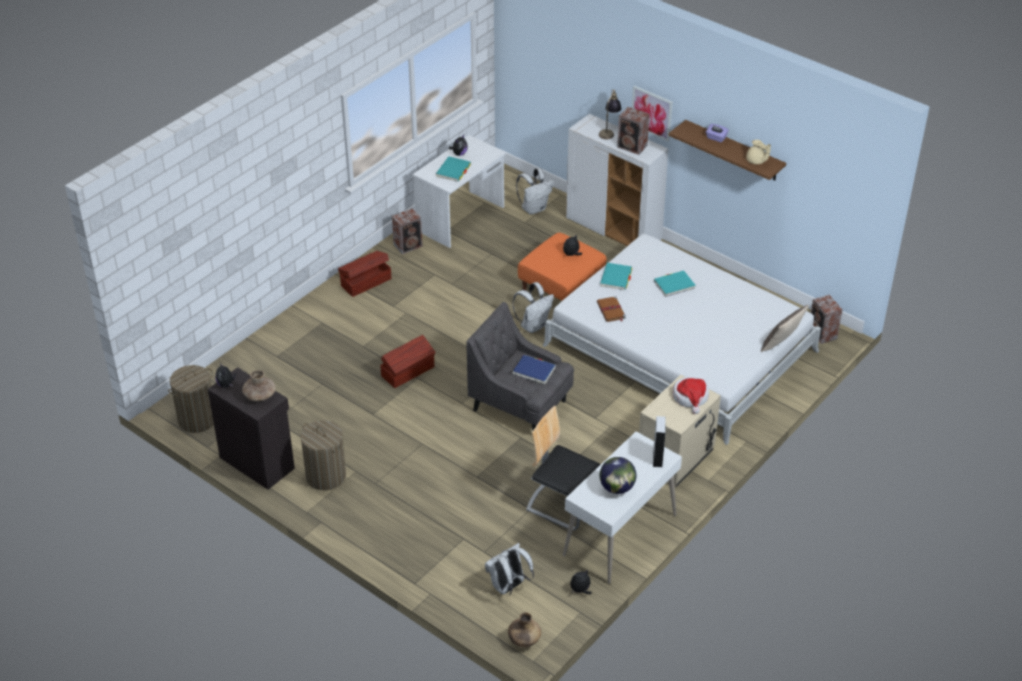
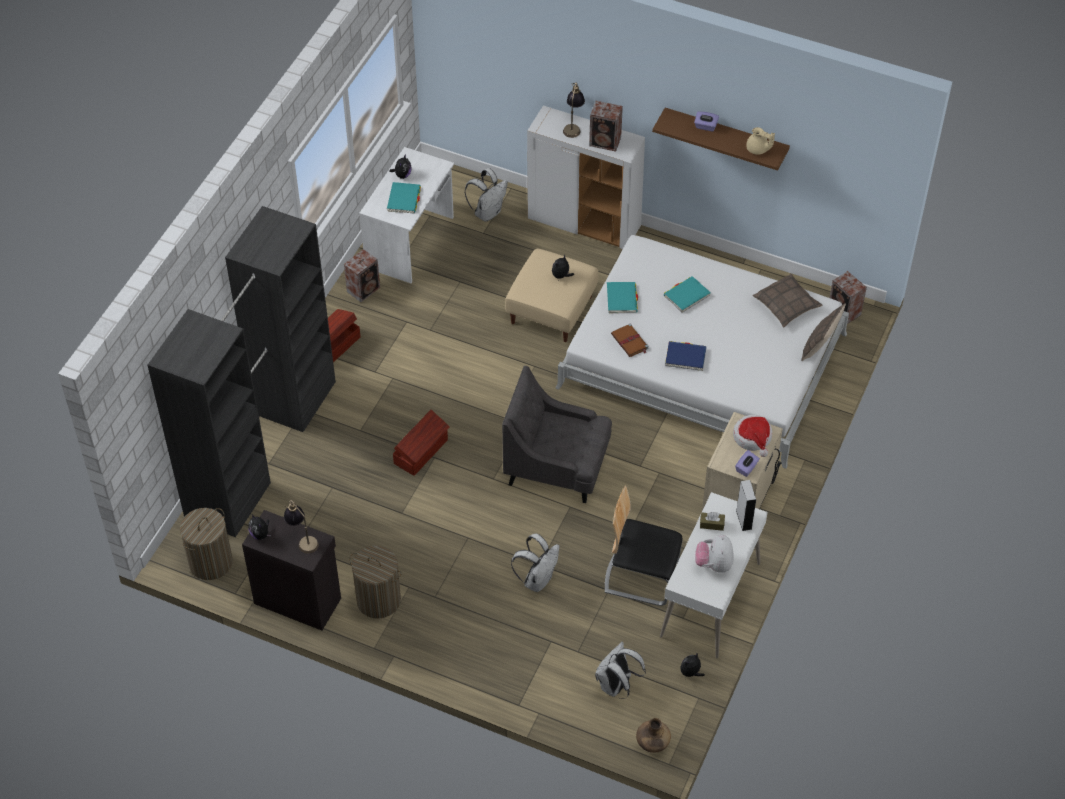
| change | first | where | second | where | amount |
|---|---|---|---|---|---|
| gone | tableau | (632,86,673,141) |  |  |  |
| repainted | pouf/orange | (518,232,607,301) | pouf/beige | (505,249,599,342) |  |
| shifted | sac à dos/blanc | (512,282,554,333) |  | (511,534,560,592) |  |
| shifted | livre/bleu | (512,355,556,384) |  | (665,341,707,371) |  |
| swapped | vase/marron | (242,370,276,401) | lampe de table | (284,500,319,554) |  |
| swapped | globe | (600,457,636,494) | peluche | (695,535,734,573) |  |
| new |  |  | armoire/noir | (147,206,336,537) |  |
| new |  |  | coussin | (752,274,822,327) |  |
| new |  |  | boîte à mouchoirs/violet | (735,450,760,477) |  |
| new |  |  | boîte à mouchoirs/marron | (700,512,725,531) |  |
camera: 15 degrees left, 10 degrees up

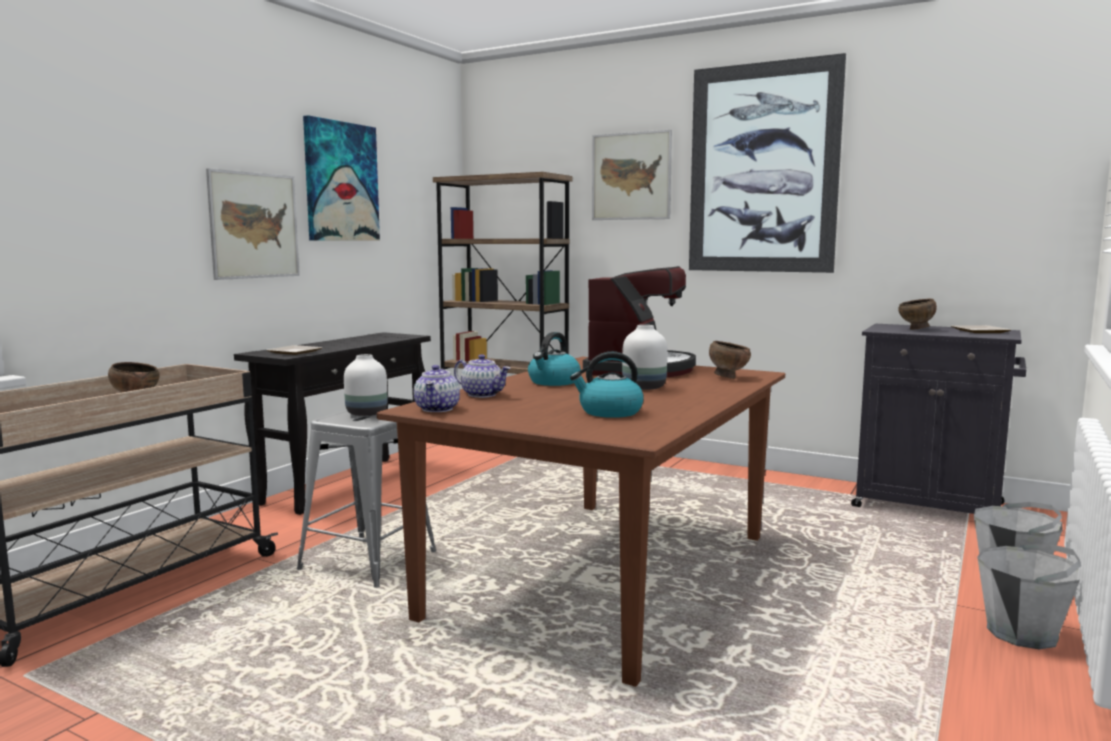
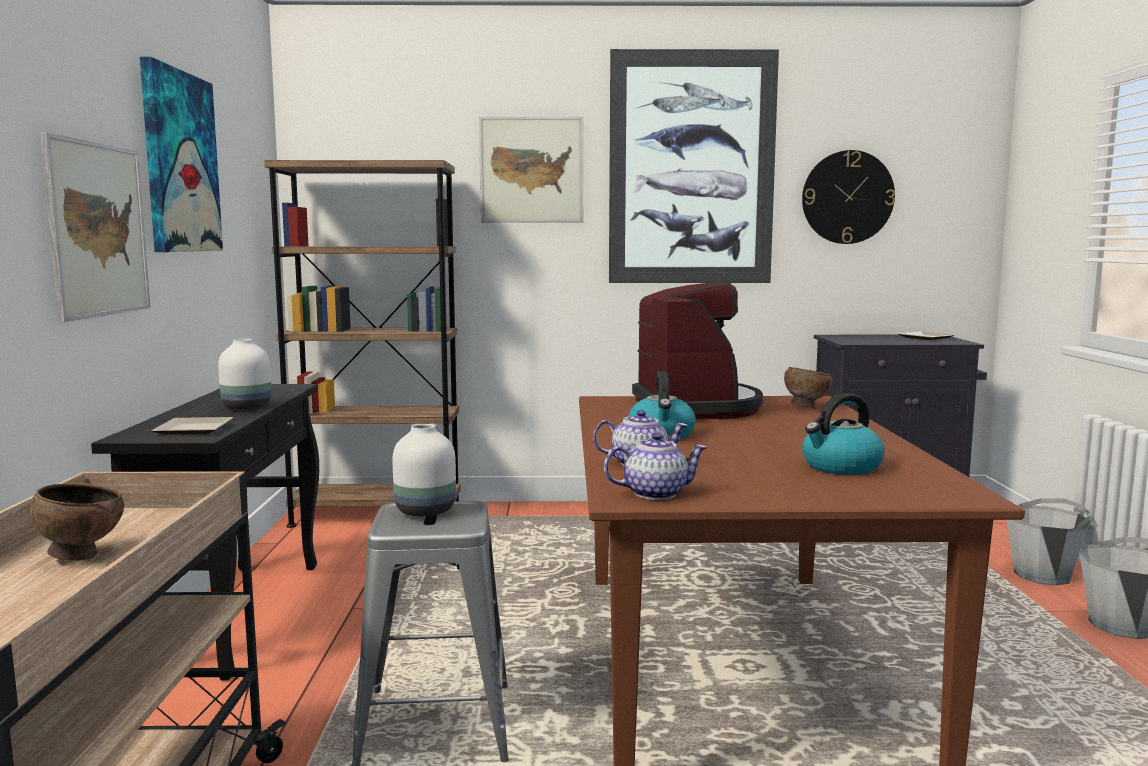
| change | first | where | second | where | amount |
|---|---|---|---|---|---|
| gone | bol/marron | (898,299,937,330) |  |  |  |
| shifted | vase/blanc | (622,325,667,390) |  | (218,339,272,410) |  |
| rotated | théière | (414,365,460,412) |  | (604,433,707,500) | 75 degrees counterclockwise |
| new |  |  | horloge murale | (802,150,895,244) |  |
camera: 30 degrees left, 0 degrees up

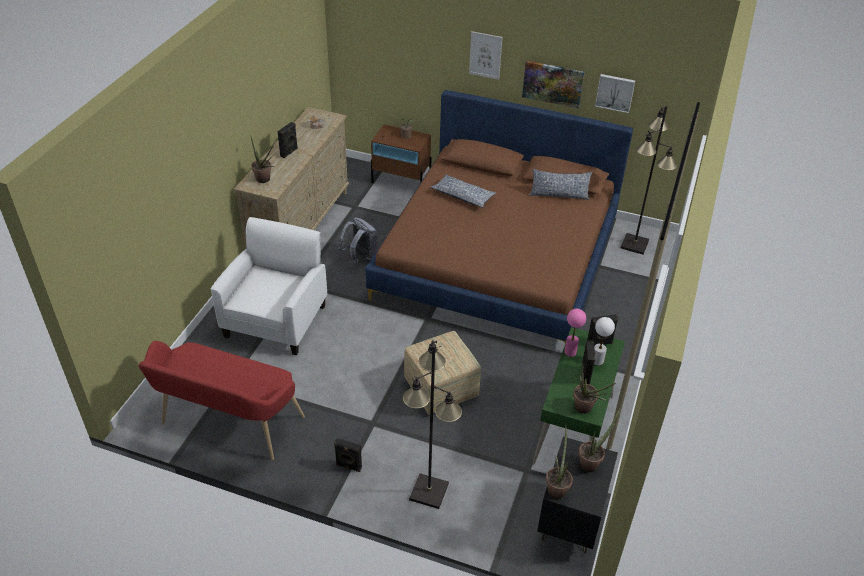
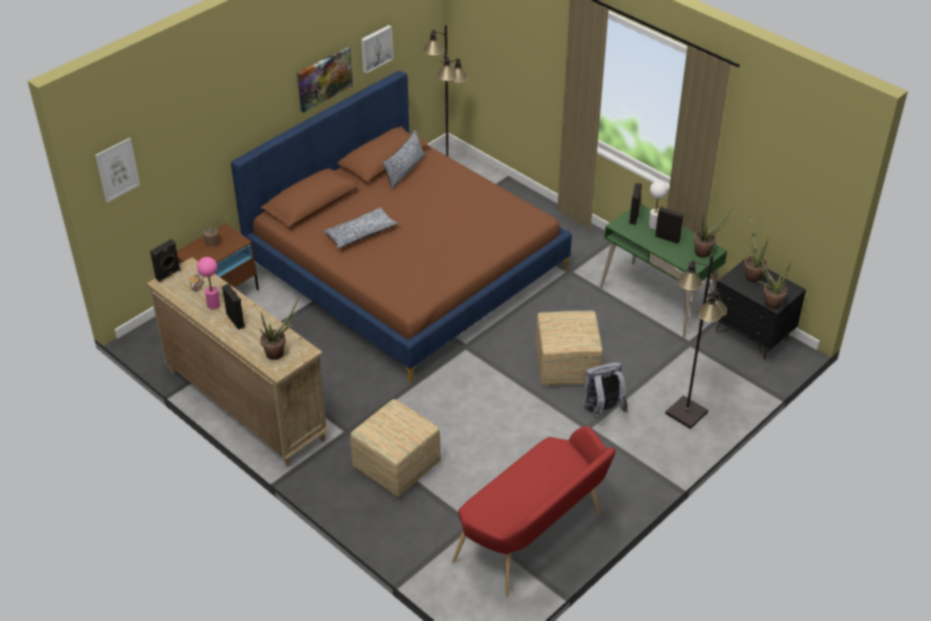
| change | first | where | second | where | amount |
|---|---|---|---|---|---|
| shifted | tableau | (469,31,503,80) |  | (95,138,140,203) |  |
| swapped | fauteuil/blanc | (211,217,327,355) | pouf | (350,399,441,497) |  |
| shifted | sac à dos/gris | (338,217,377,264) |  | (583,363,628,419) |  |
| shifted | lampe de table/rose | (564,309,586,357) |  | (197,257,220,309) |  |
| shifted | enceinte/noir | (334,438,362,472) |  | (150,239,181,282) |  |
camera: 65 degrees left, 0 degrees up

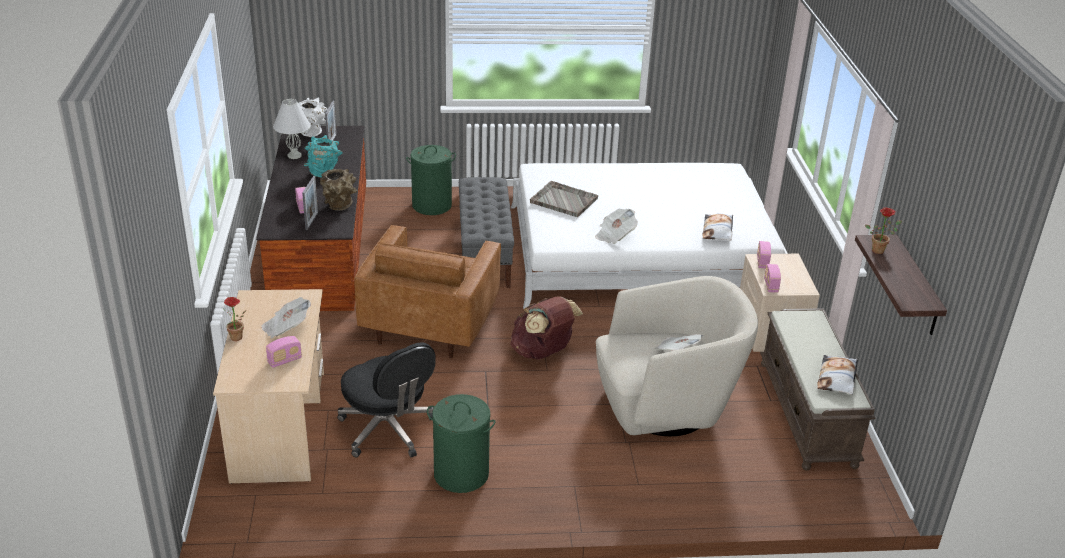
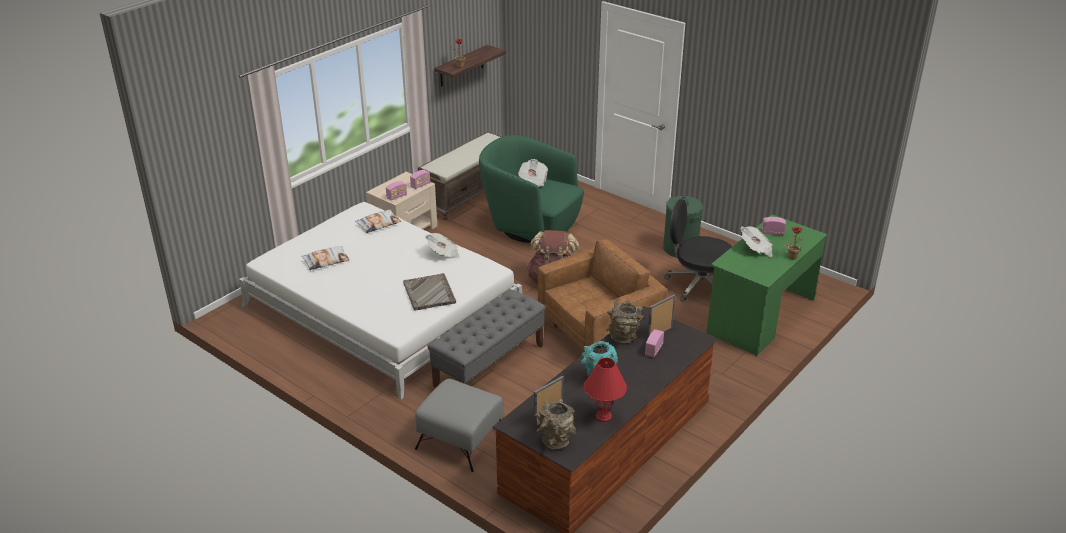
| change | first | where | second | where | amount |
|---|---|---|---|---|---|
| repainted | vase/blanc | (298,98,328,137) | vase/marron | (534,399,576,449) |  |
| repainted | lampe de table/blanc | (273,99,311,159) | lampe de table/rouge | (584,358,627,422) |  |
| swapped | panier à linge/vert | (406,145,456,215) | pouf/gris | (415,379,504,472) |  |
| repainted | fauteuil/beige | (596,276,758,436) | fauteuil/vert | (479,135,584,243) |  |
| repainted | bureau/beige | (213,289,324,484) | bureau/vert | (707,215,828,356) |  |
| rotated | chaise de bureau/noir | (337,342,435,458) |  | (664,199,732,302) | 75 degrees counterclockwise |
| shifted | coussin | (817,355,858,395) |  | (301,246,350,270) |  |
camera: 135 degrees left, 0 degrees up

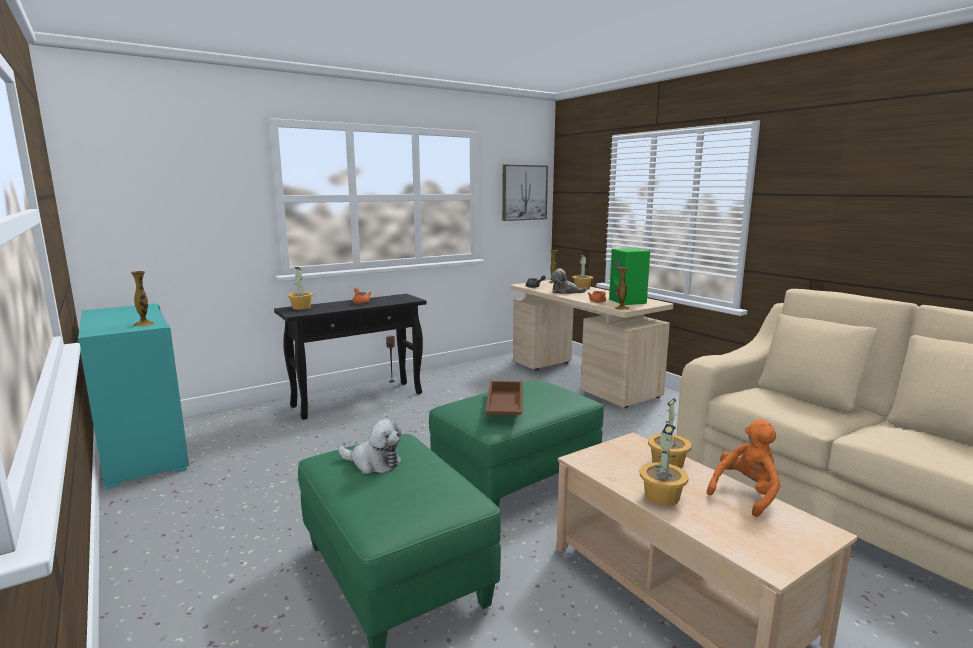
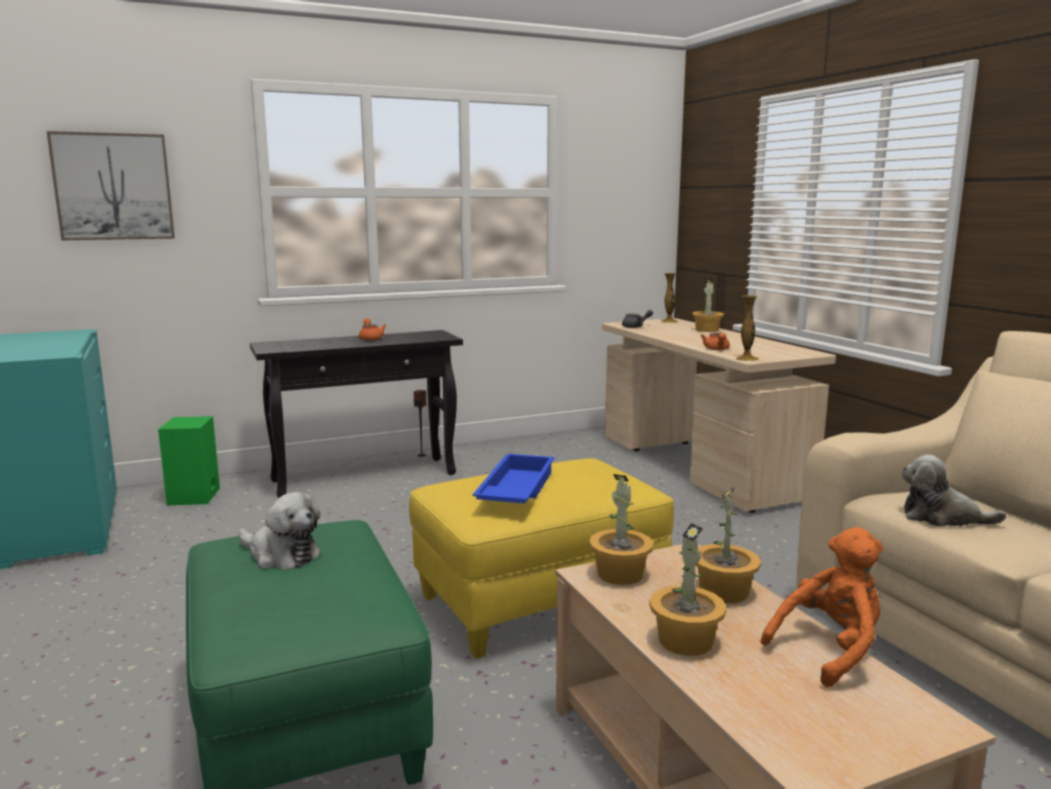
| change | first | where | second | where | amount |
|---|---|---|---|---|---|
| shifted | tableau | (502,165,548,221) |  | (47,131,175,240) |  |
| shifted | enceinte/vert | (609,248,650,305) |  | (158,416,220,505) |  |
| shifted | plante en pot | (288,267,313,310) |  | (589,474,653,585) |  |
| shifted | peluche | (551,269,587,294) |  | (902,454,1007,527) |  |
| gone | vase | (130,271,155,326) |  |  |  |
| repainted | pouf/vert | (429,380,604,508) | pouf/jaune | (409,458,674,659) |  |
| repainted | plateau/marron | (485,381,523,415) | plateau/bleu | (473,454,554,503) |  |
camera: 10 degrees right, 0 degrees up

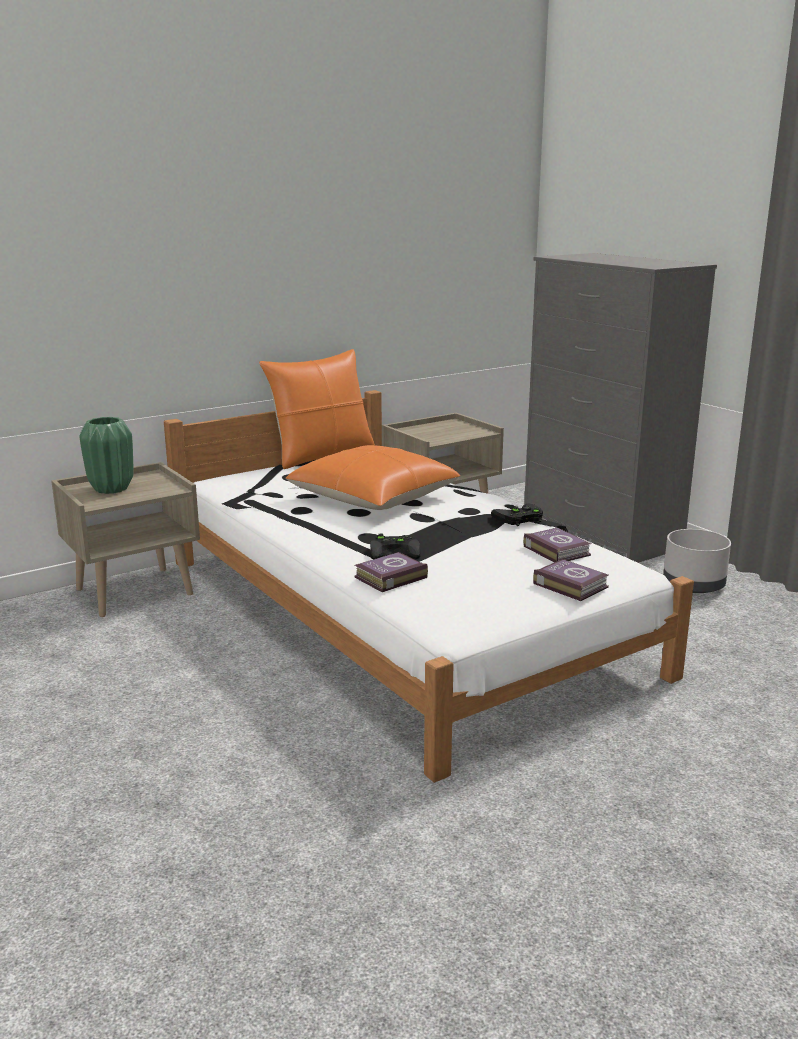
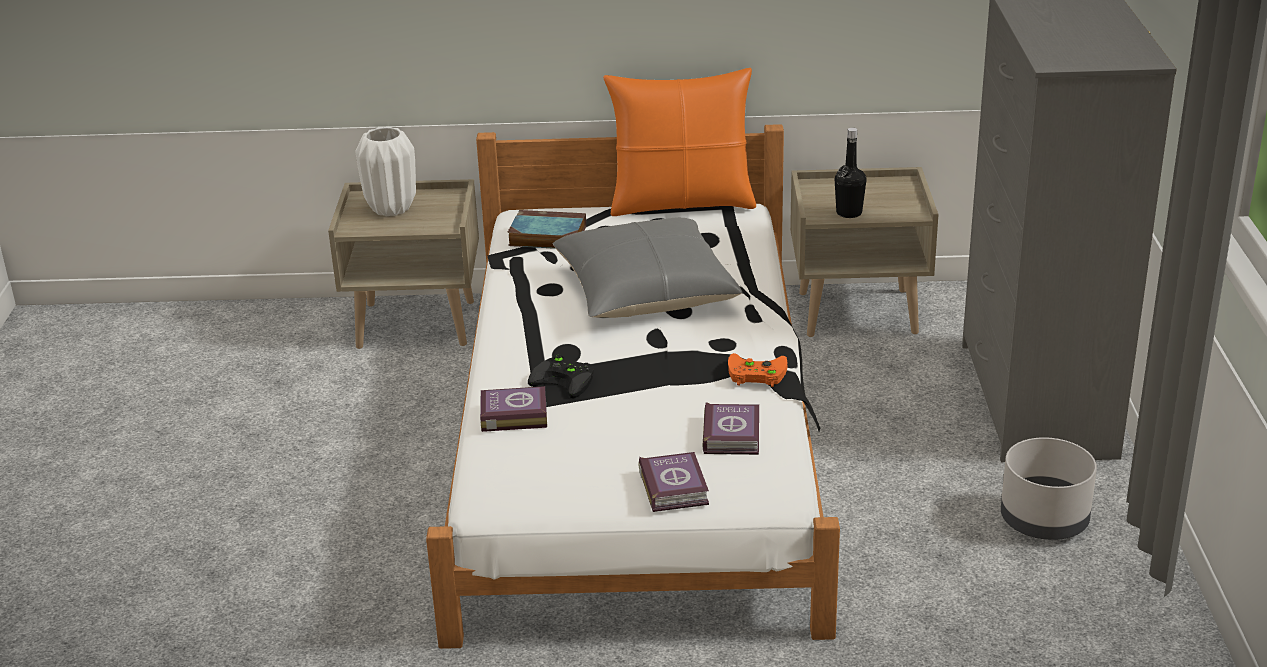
| change | first | where | second | where | amount |
|---|---|---|---|---|---|
| repainted | vase/vert | (79,417,133,494) | vase/blanc | (355,127,416,216) |  |
| repainted | coussin/orange | (286,445,460,510) | coussin/gris | (553,218,743,318) |  |
| repainted | manette/noir | (491,504,543,526) | manette/orange | (728,353,787,387) |  |
| new |  |  | bouteille/noir | (835,128,866,218) |  |
| new |  |  | livre | (507,210,586,249) |  |
camera: 35 degrees right, 10 degrees up

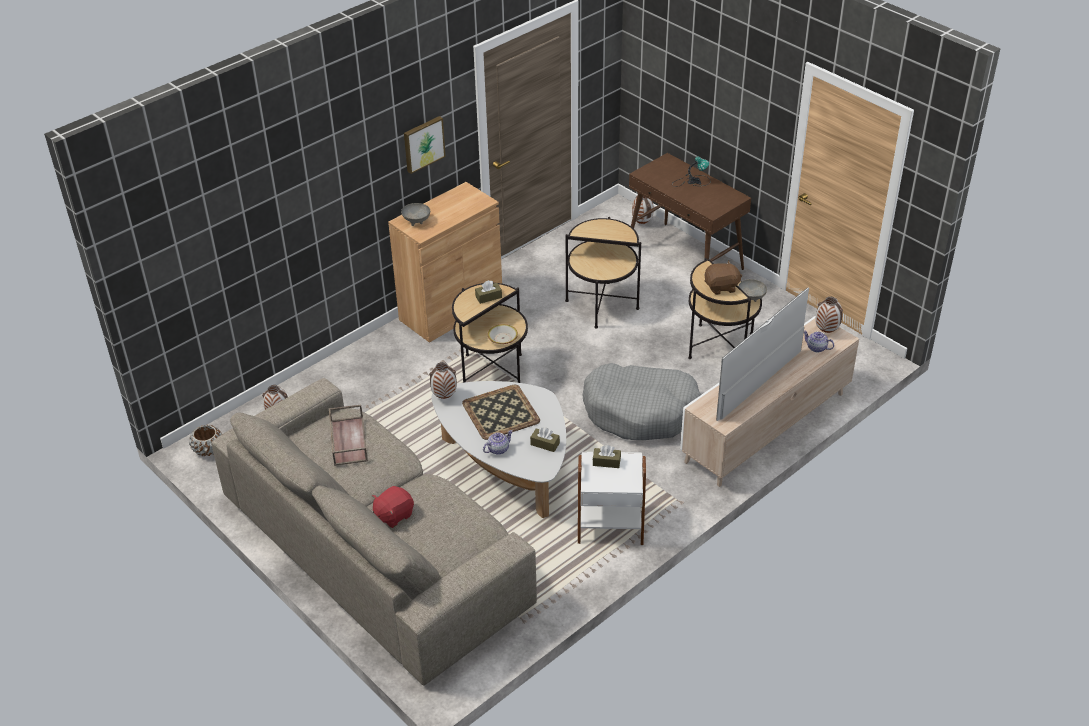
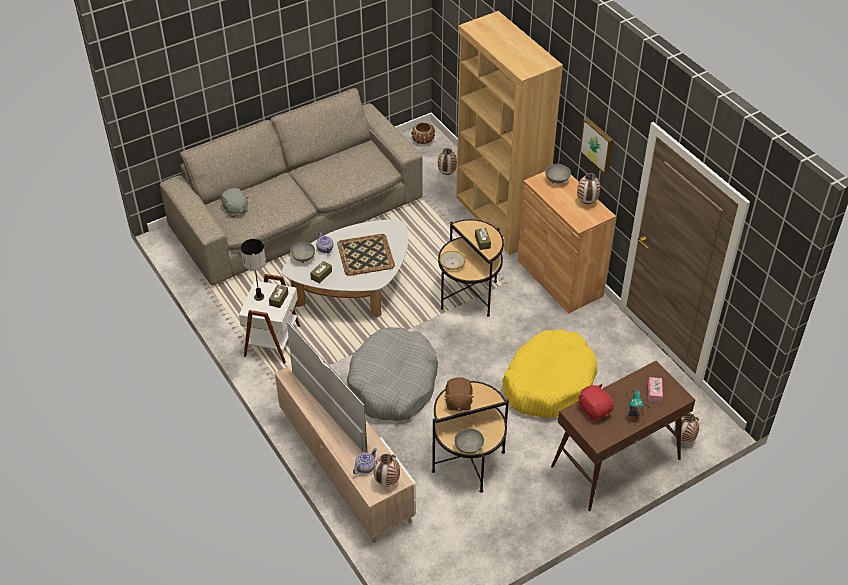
| change | first | where | second | where | amount |
|---|---|---|---|---|---|
| swapped | table d'appoint | (565,217,641,329) | panier pour chien/jaune | (502,329,597,418) |  |
| shifted | vase | (429,362,457,399) |  | (577,173,600,204) |  |
| gone | plateau/marron | (329,405,368,466) |  |  |  |
| shifted | peluche/rouge | (372,486,414,528) |  | (578,384,614,421) |  |
| new |  |  | bibliothèque/marron | (456,11,563,255) |  |
| new |  |  | peluche/gris | (221,188,249,217) |  |
| new |  |  | lampe de table | (241,239,266,301) |  |
| new |  |  | bol/gris | (290,242,315,263) |  |
| new |  |  | boîte à mouchoirs/rose | (648,377,663,403) |  |
camera: 100 degrees right, 5 degrees up

